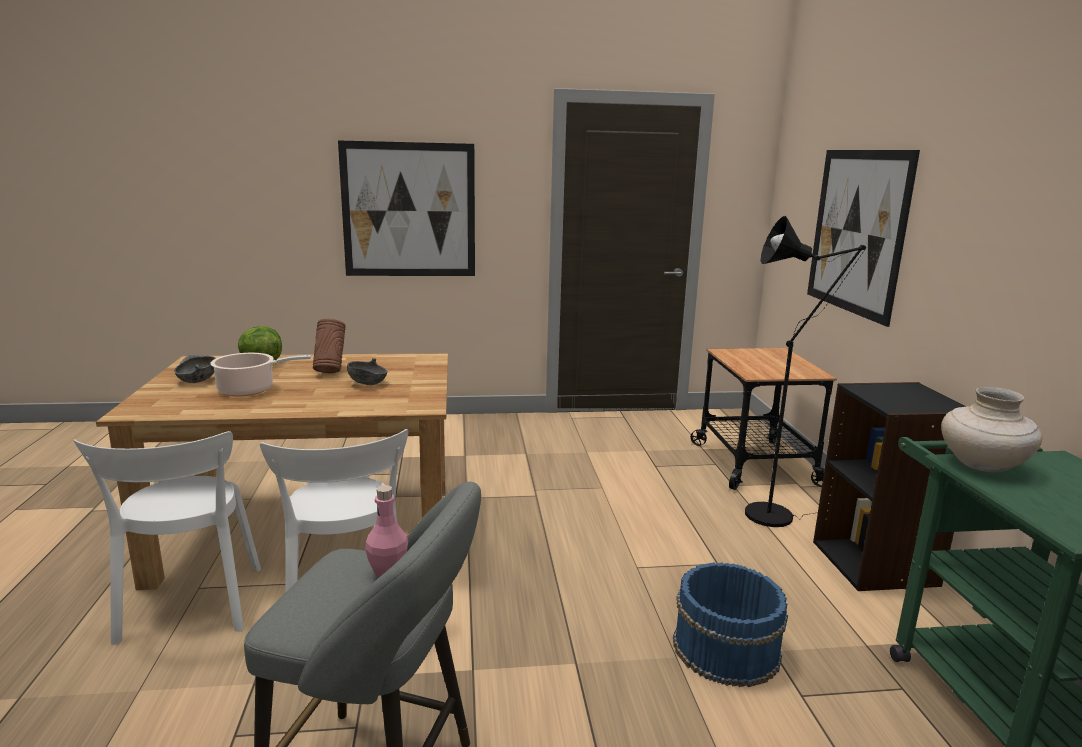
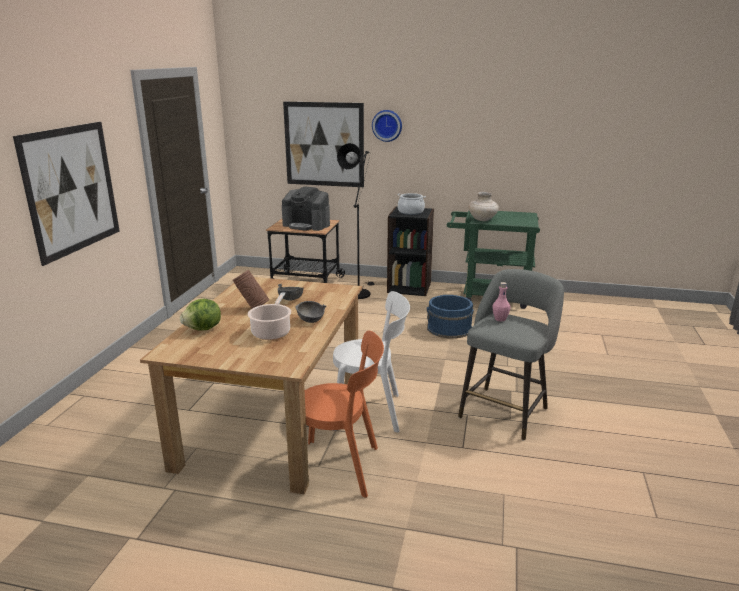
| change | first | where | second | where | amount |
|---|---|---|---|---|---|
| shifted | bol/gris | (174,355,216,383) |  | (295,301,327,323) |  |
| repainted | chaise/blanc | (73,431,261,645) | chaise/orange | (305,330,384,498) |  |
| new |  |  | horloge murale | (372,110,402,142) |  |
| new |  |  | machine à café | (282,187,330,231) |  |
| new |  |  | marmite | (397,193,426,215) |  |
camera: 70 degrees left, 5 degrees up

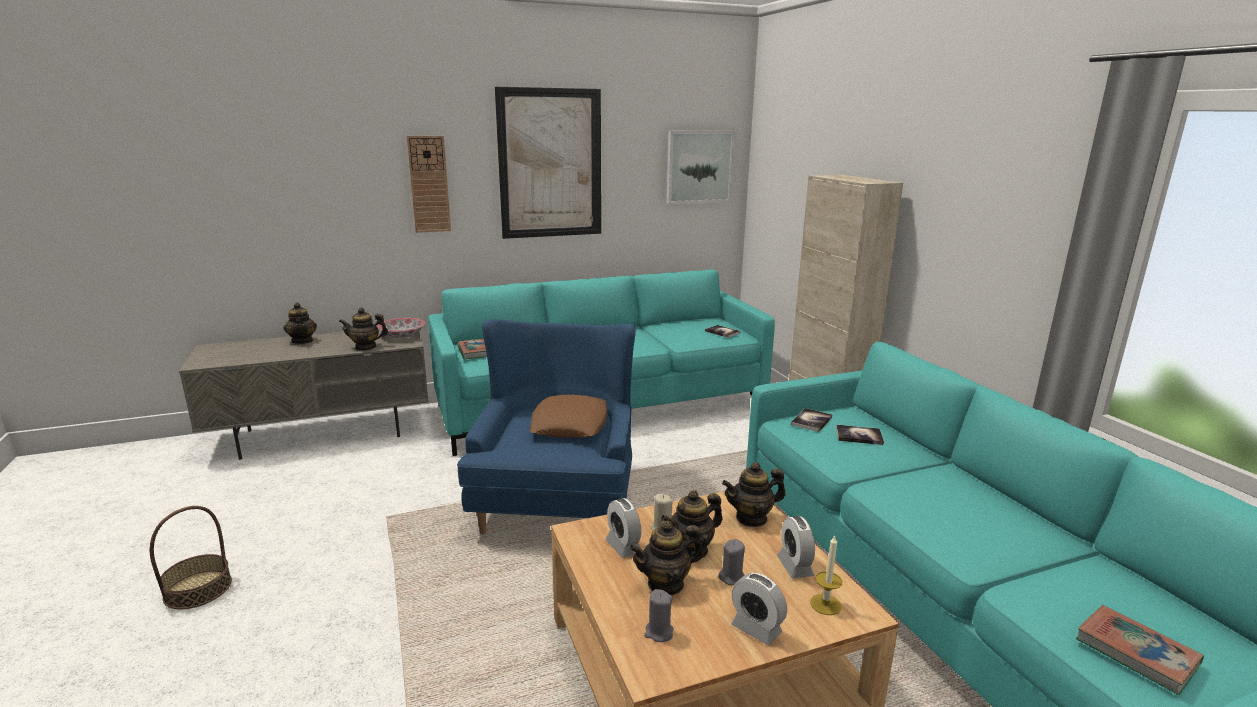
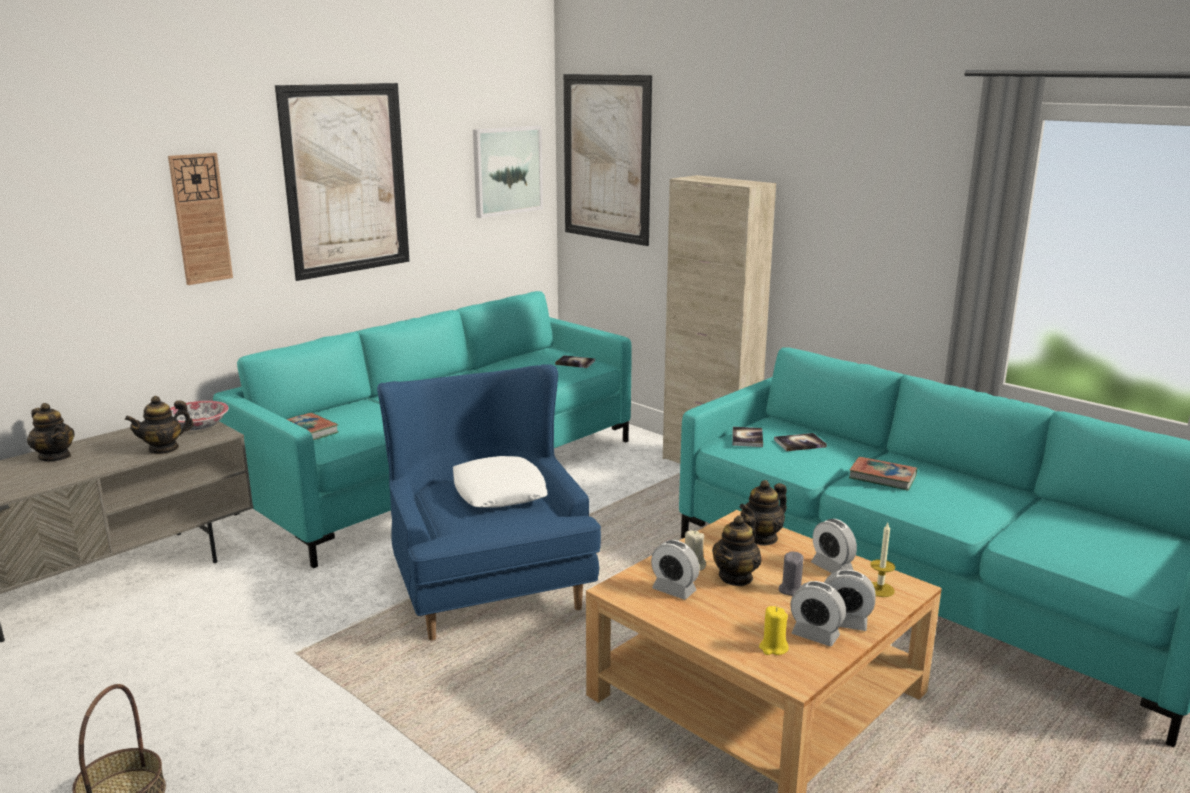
| change | first | where | second | where | amount |
|---|---|---|---|---|---|
| repainted | coussin/marron | (530,395,607,438) | coussin/blanc | (453,456,548,508) |  |
| gone | théière | (629,520,703,596) |  |  |  |
| repainted | bougie/gris | (644,589,674,642) | bougie/jaune | (759,606,789,655) |  |
| shifted | livre | (1076,605,1204,695) |  | (849,457,917,491) |  |
| new |  |  | tableau | (564,74,652,246) |  |
| new |  |  | réveil | (790,581,846,646) |  |
camera: 25 degrees left, 0 degrees up

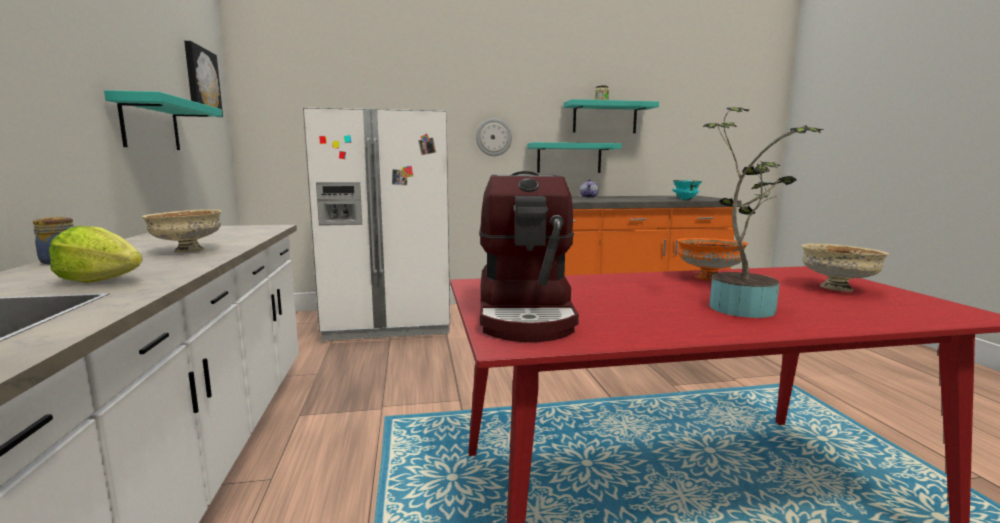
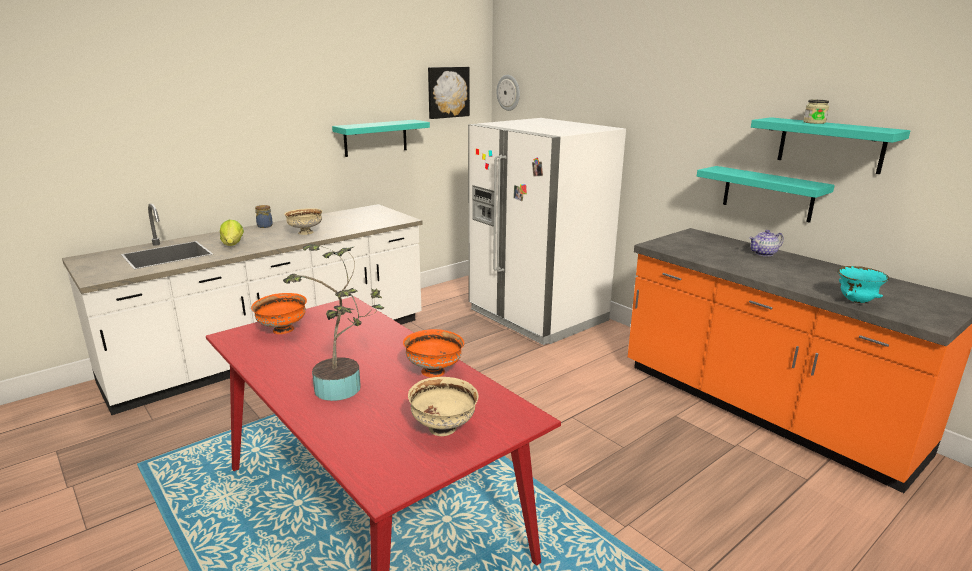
| change | first | where | second | where | amount |
|---|---|---|---|---|---|
| shifted | horloge murale | (476,118,512,156) |  | (496,75,520,111) |  |
| swapped | machine à café | (479,171,579,342) | bol/orange | (251,293,307,334) |  |
camera: 60 degrees right, 10 degrees up

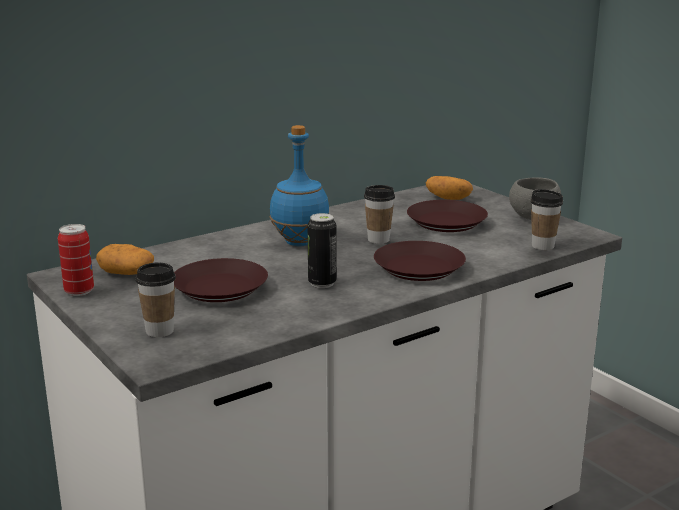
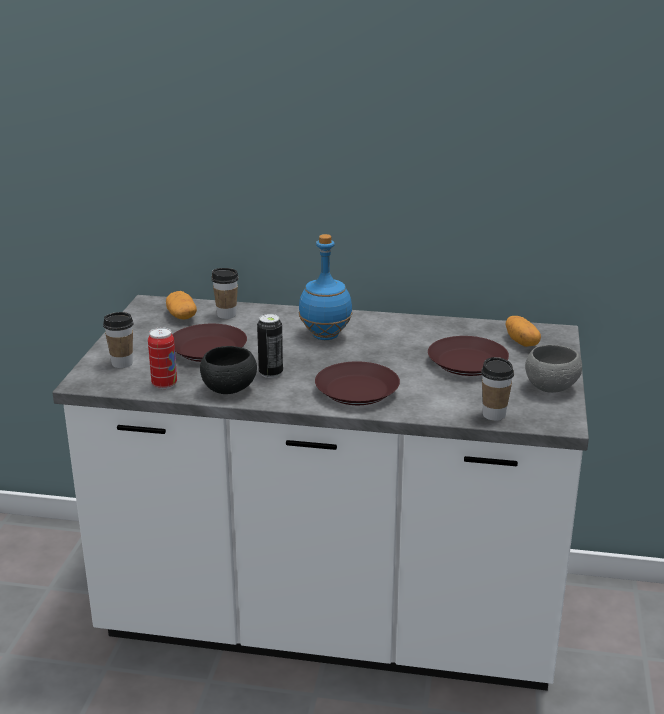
| change | first | where | second | where | amount |
|---|---|---|---|---|---|
| shifted | tasse | (364,185,395,244) |  | (211,268,239,319) |  |
| shifted | boîte métallique | (58,224,94,296) |  | (148,328,177,389) |  |
| new |  |  | bol/noir | (200,346,257,394) |  |
camera: 45 degrees right, 5 degrees up

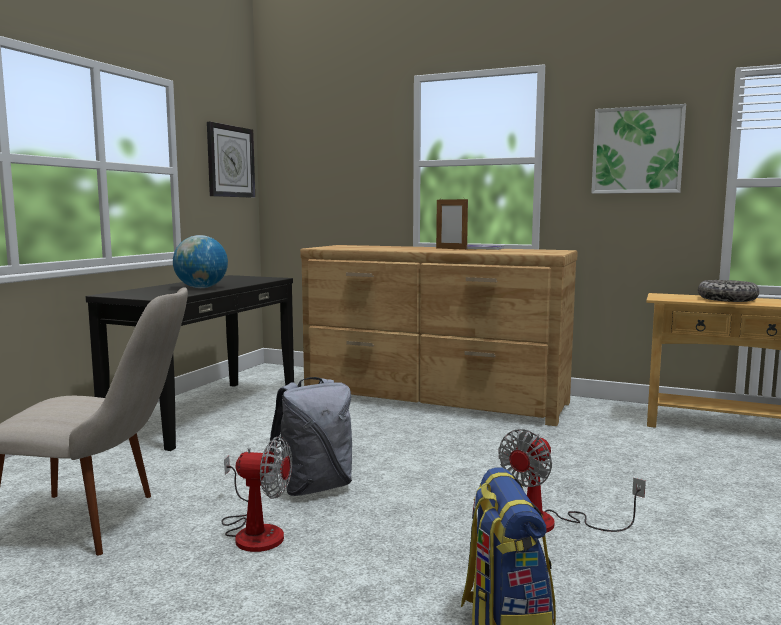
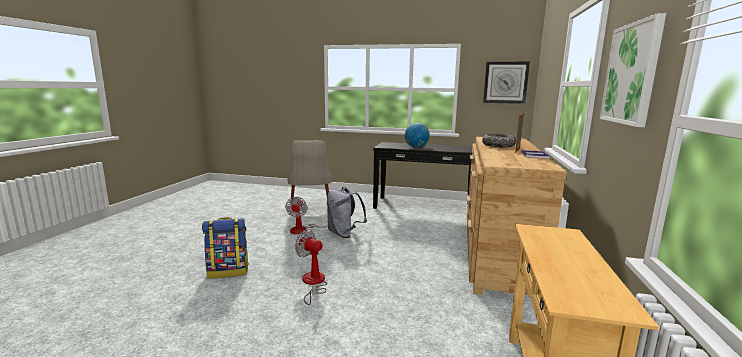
| change | first | where | second | where | amount |
|---|---|---|---|---|---|
| shifted | bol | (698,280,759,302) |  | (482,134,516,147) |  |
camera: 80 degrees right, 5 degrees up

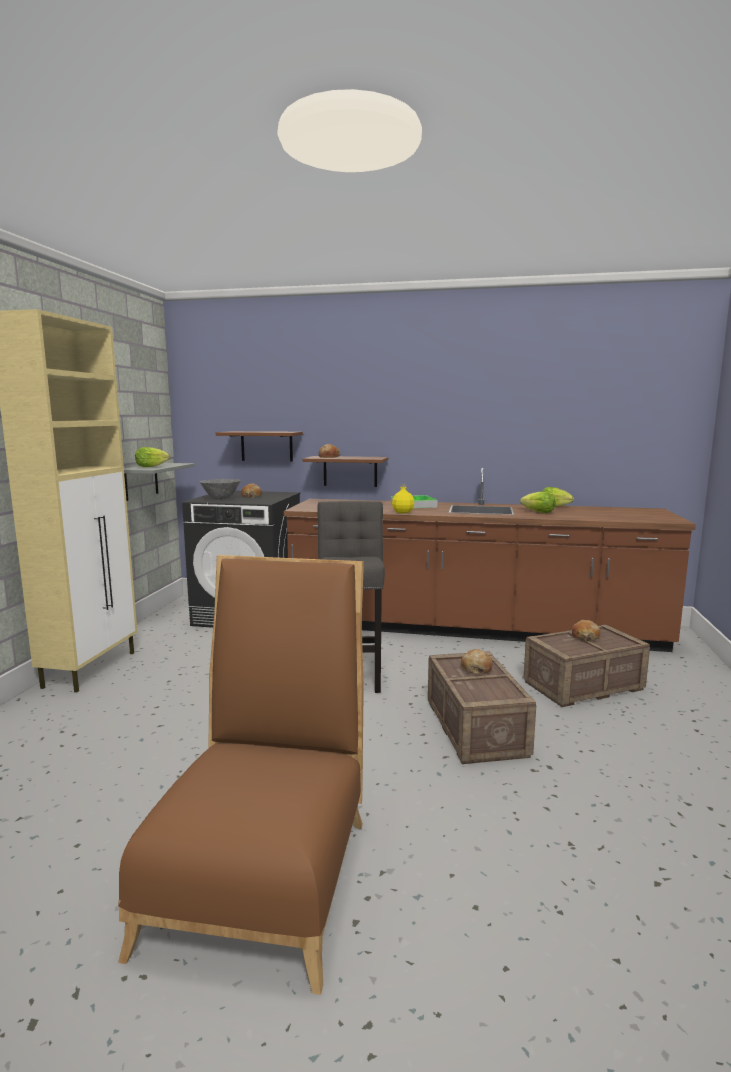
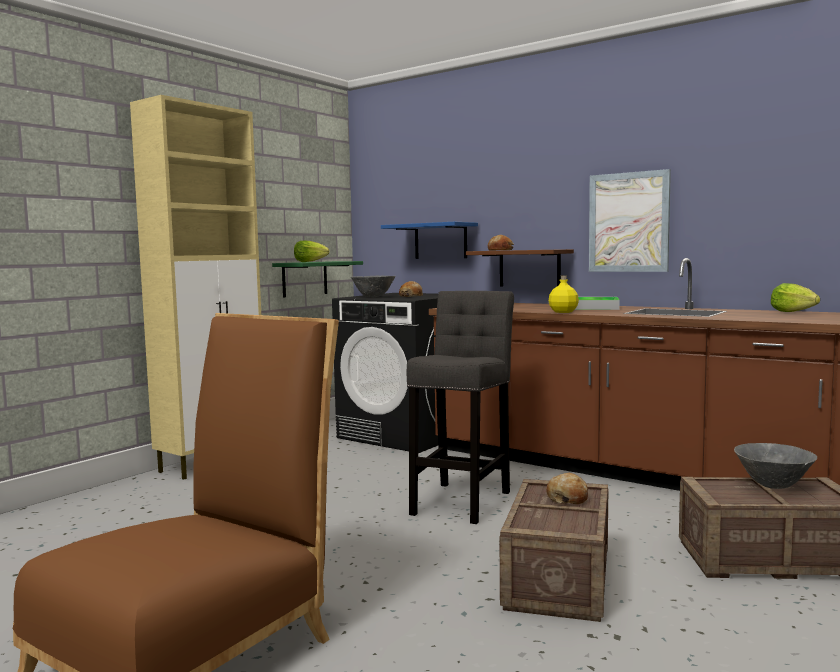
| change | first | where | second | where | amount |
|---|---|---|---|---|---|
| repainted | étagère/marron | (216,431,303,462) | étagère/bleu | (381,222,478,259) |  |
| repainted | étagère/gris | (124,463,194,501) | étagère/vert | (272,261,363,298) |  |
| gone | laitue | (520,492,556,513) |  |  |  |
| swapped | pain | (572,620,601,641) | bol/gris | (734,443,817,489) |  |
| new |  |  | tableau | (589,169,671,272) |  |
camera: 25 degrees right, 5 degrees down

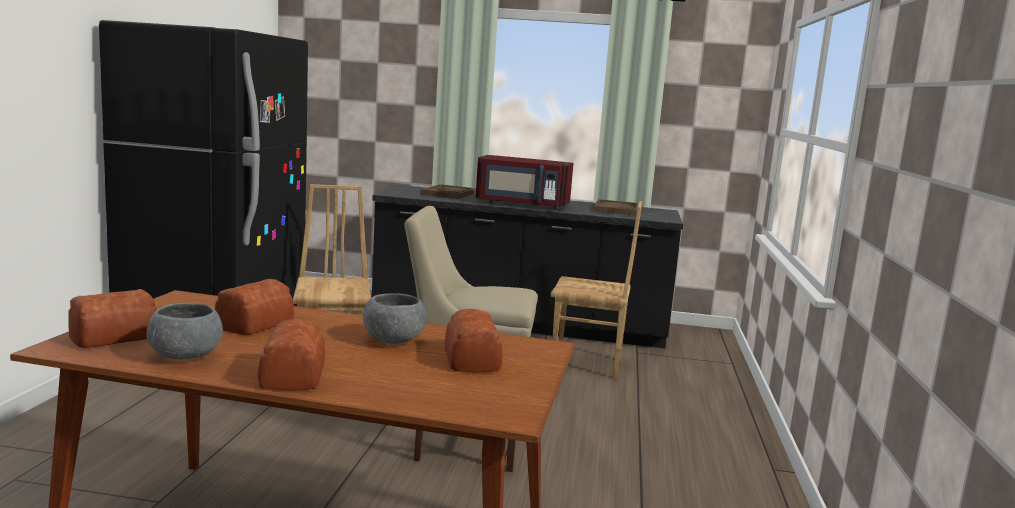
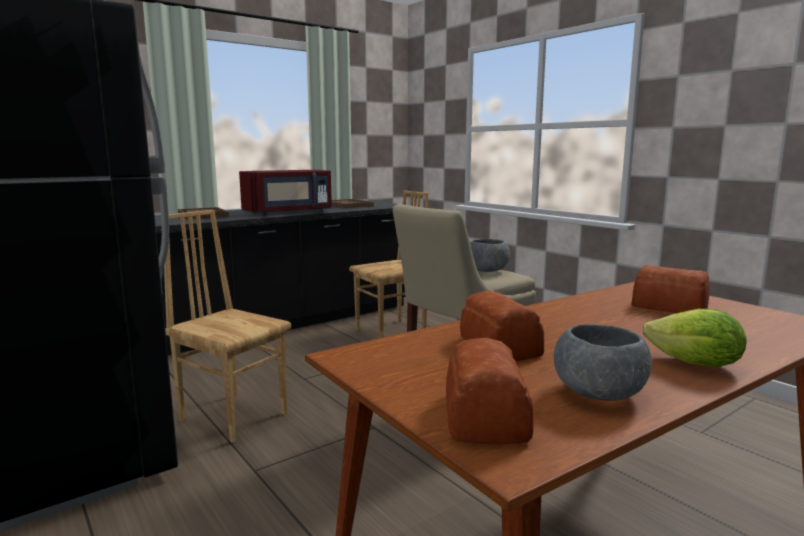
| change | first | where | second | where | amount |
|---|---|---|---|---|---|
| shifted | bol/gris | (363,293,427,344) |  | (470,239,510,272) |  |
| swapped | pain | (257,319,325,390) | laitue | (643,309,747,367) |  |
camera: 45 degrees left, 0 degrees up

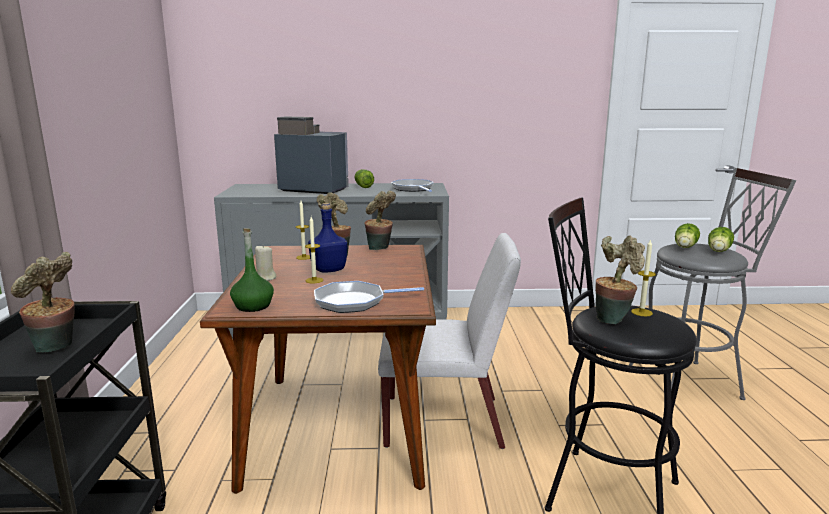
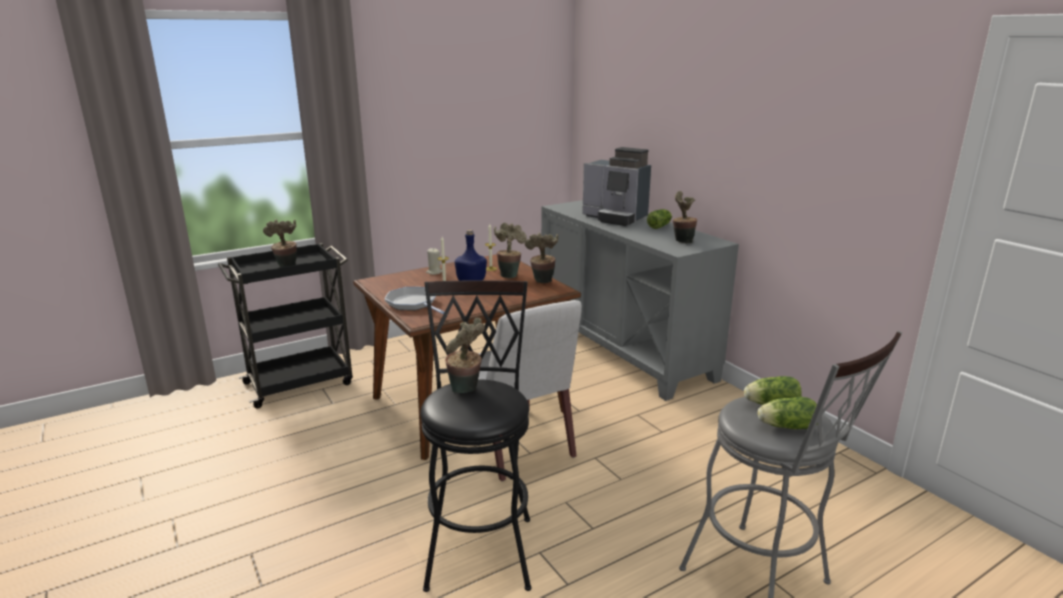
| change | first | where | second | where | amount |
|---|---|---|---|---|---|
| rotated | machine à café | (274,117,349,194) |  | (582,147,651,226) | 135 degrees clockwise |
| swapped | poêle | (391,179,434,192) | plante en pot | (673,191,697,243) |  |
| gone | bouteille/vert | (230,228,274,312) |  |  |  |
| gone | bougie | (631,239,656,316) |  |  |  |
camera: 60 degrees right, 5 degrees up

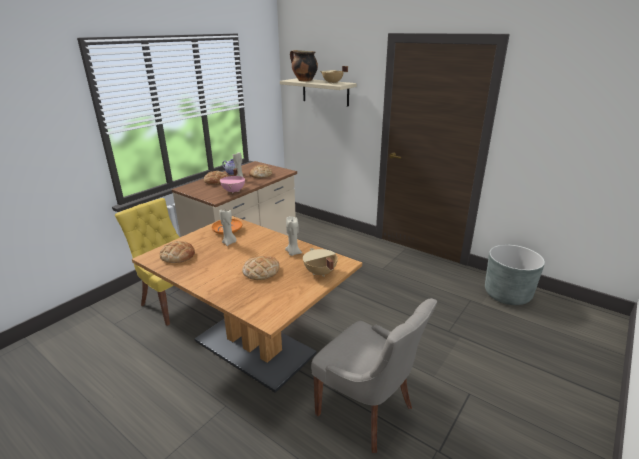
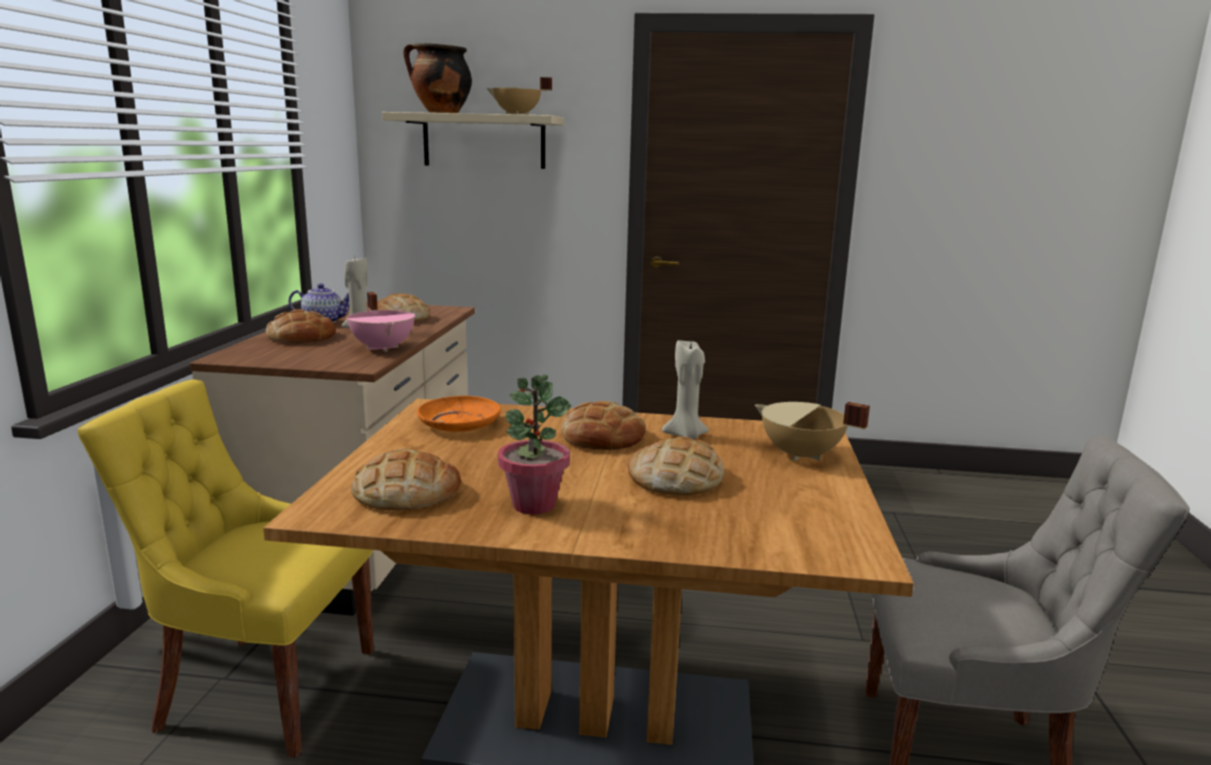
| change | first | where | second | where | amount |
|---|---|---|---|---|---|
| gone | bougie/beige | (219,210,237,246) |  |  |  |
| gone | cache-pot/gris | (485,245,545,305) |  |  |  |
| new |  |  | plante en pot | (498,375,571,515) |  |
| new |  |  | pain | (561,401,646,450) |  |
camera: 30 degrees left, 10 degrees down

